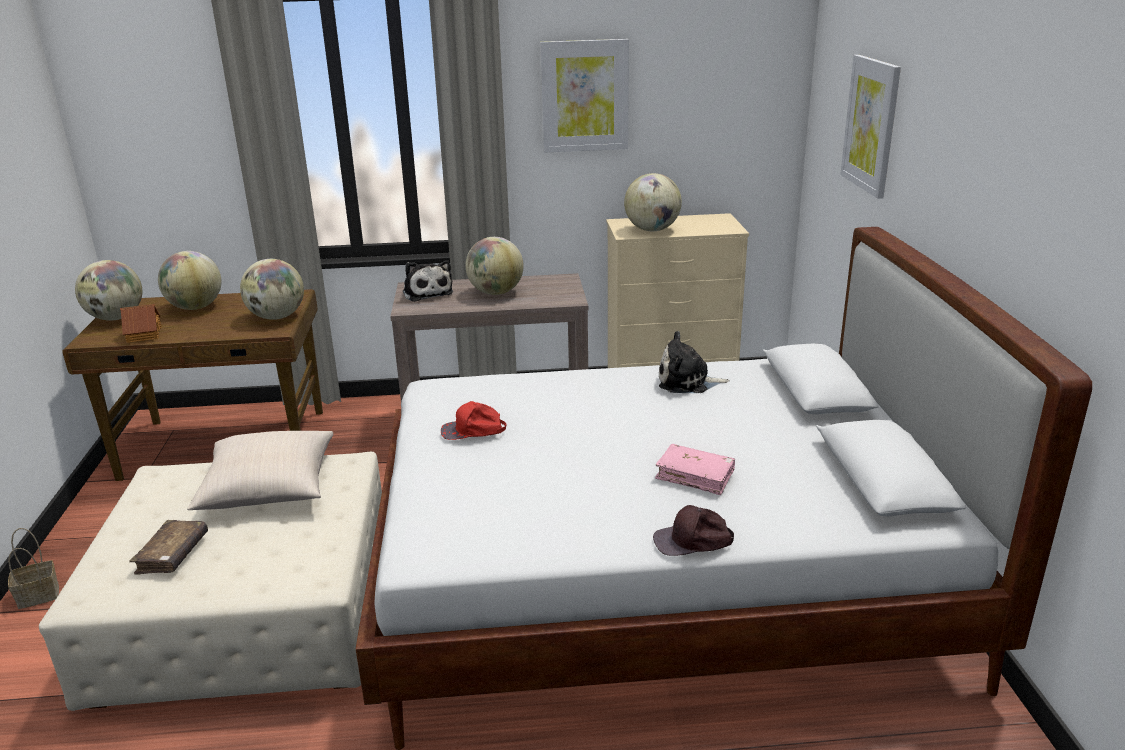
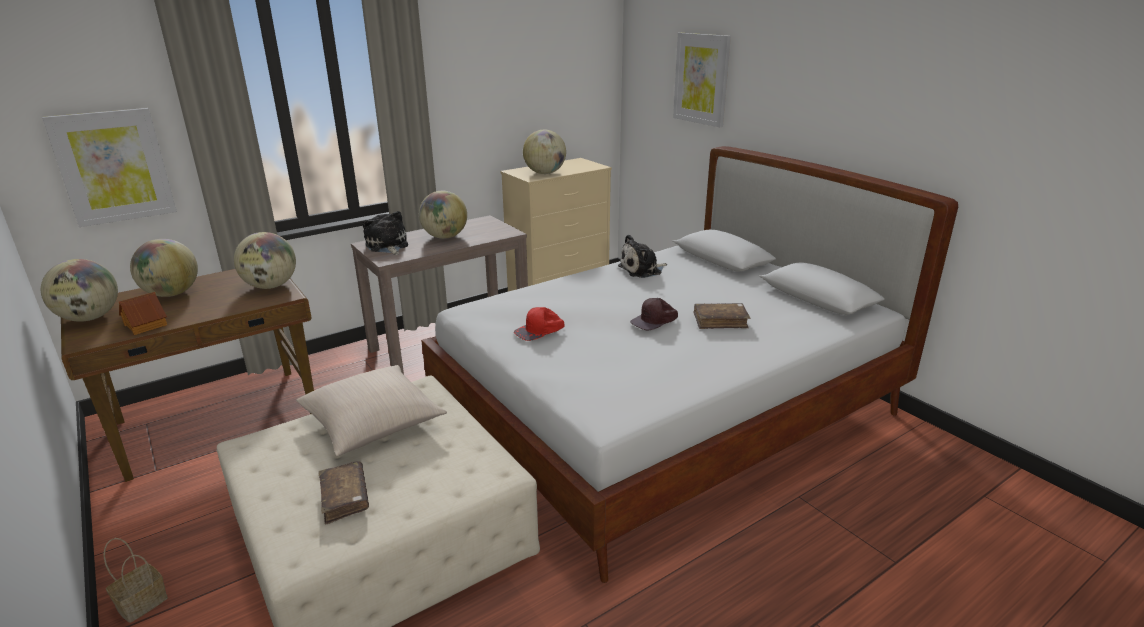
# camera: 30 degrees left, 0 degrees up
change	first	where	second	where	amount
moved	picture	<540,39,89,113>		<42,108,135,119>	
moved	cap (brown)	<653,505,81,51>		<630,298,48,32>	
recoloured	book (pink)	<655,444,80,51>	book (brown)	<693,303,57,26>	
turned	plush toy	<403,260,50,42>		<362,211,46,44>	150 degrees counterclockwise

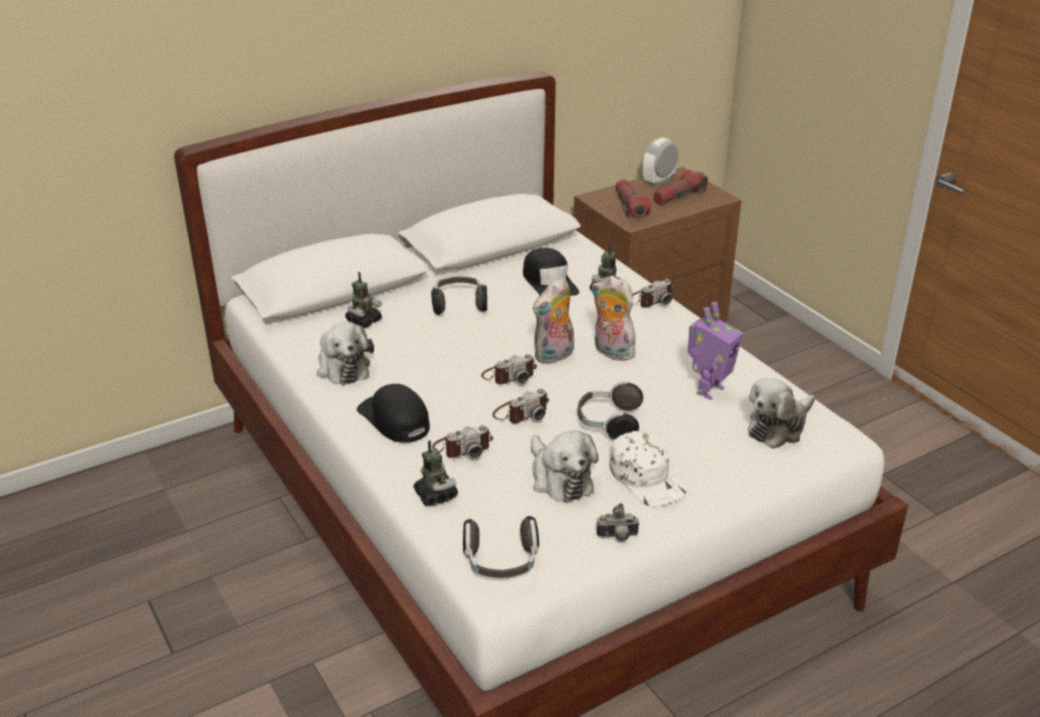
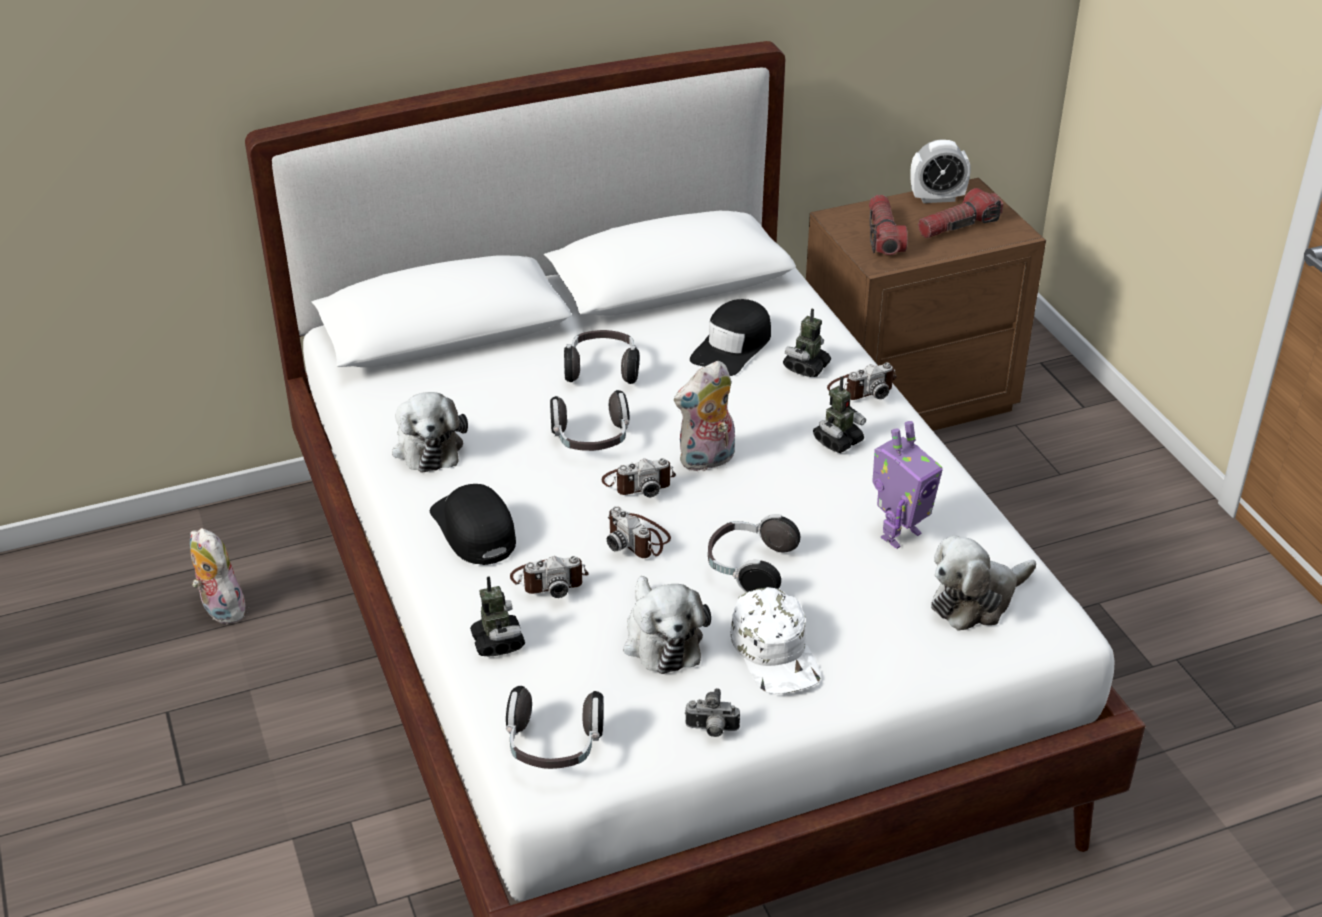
# camera: 10 degrees right, 5 degrees up
change	first	where	second	where	amount
added			headphones	<550,390,80,61>	
moved	toy robot	<345,272,37,56>		<813,376,53,77>	
moved	plush toy	<591,276,44,85>		<190,528,58,96>	
turned	photo camera	<492,388,57,35>		<607,506,64,52>	75 degrees clockwise
turned	cap (black)	<523,248,56,48>		<690,299,81,77>	45 degrees clockwise
turned	alarm clock	<643,138,35,48>		<911,140,60,63>	150 degrees counterclockwise

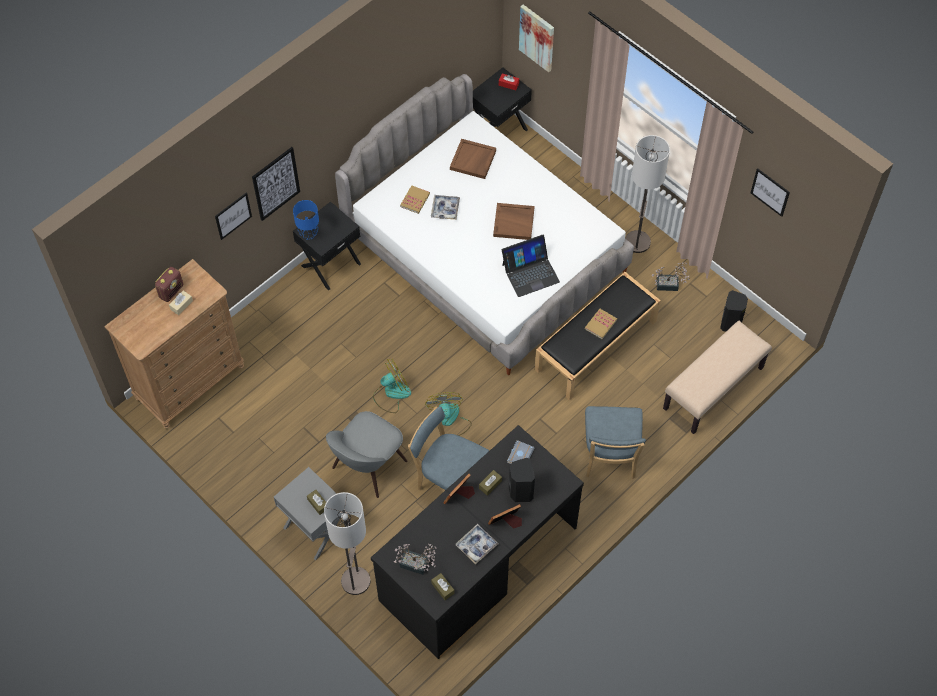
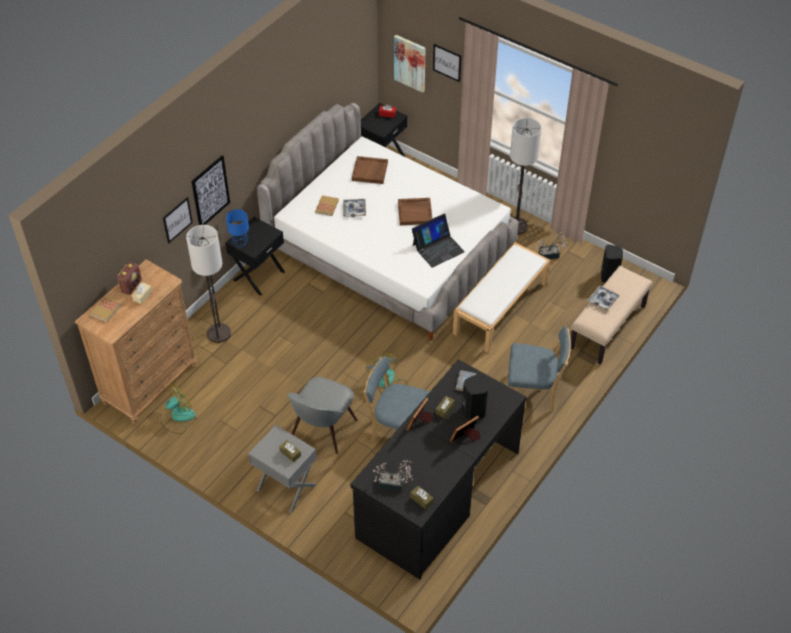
# camera: 10 degrees left, 10 degrees down
change	first	where	second	where	amount
moved	floor lamp	<324,492,46,103>		<186,225,45,118>	
moved	fan	<373,359,38,54>		<161,383,35,51>	
moved	tray	<456,524,42,40>		<588,285,32,26>	
moved	book	<585,309,32,30>		<90,295,32,27>	
moved	picture	<751,168,39,49>		<433,44,29,38>	
recoloured	bench (black)	<535,272,126,128>	bench (white)	<453,243,97,110>	
turned	chair (blue)	<585,406,61,73>		<508,326,63,86>	75 degrees counterclockwise

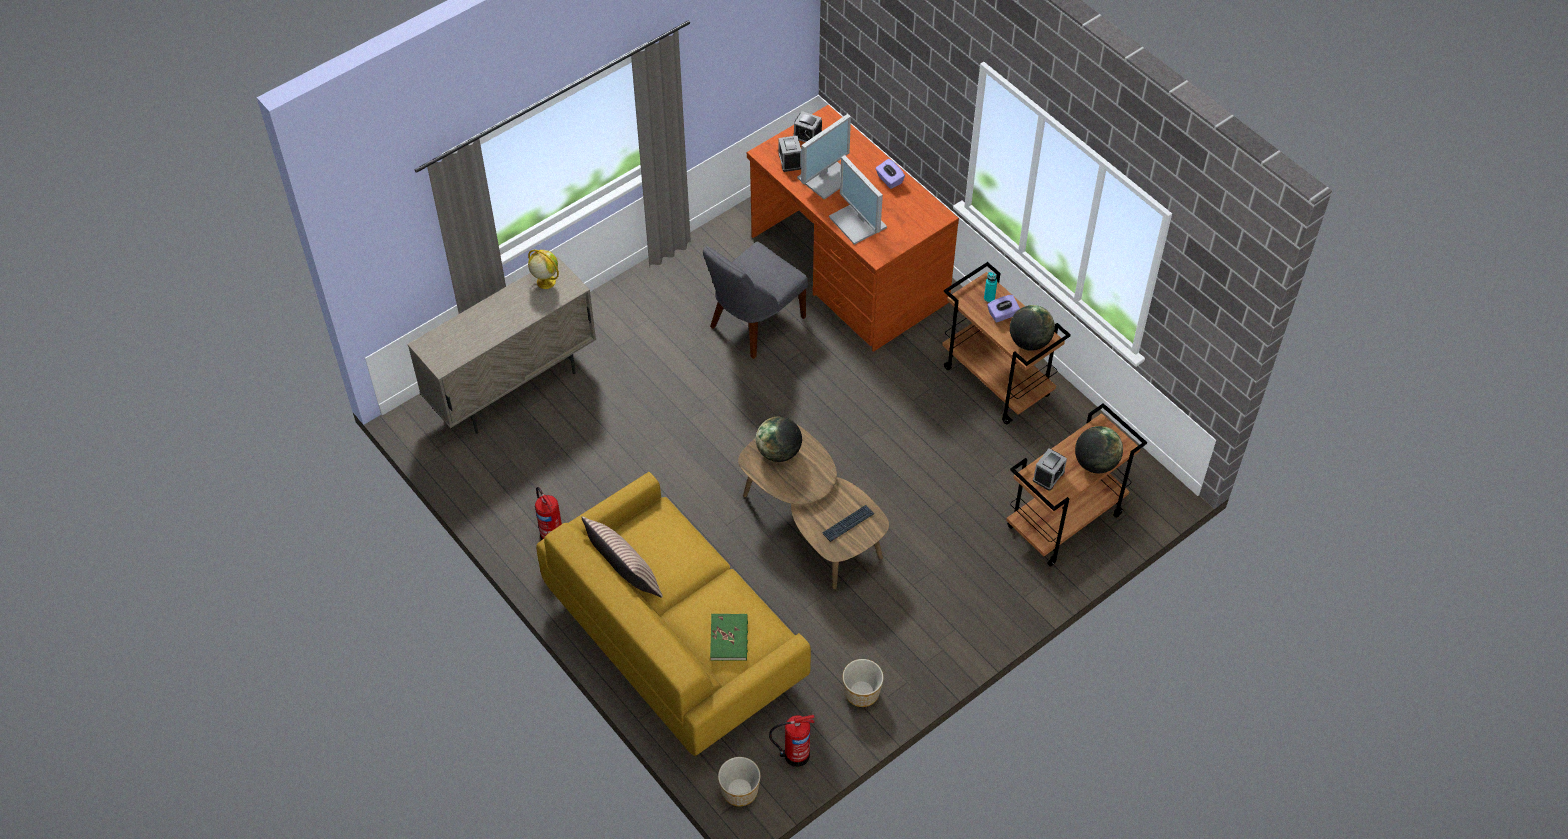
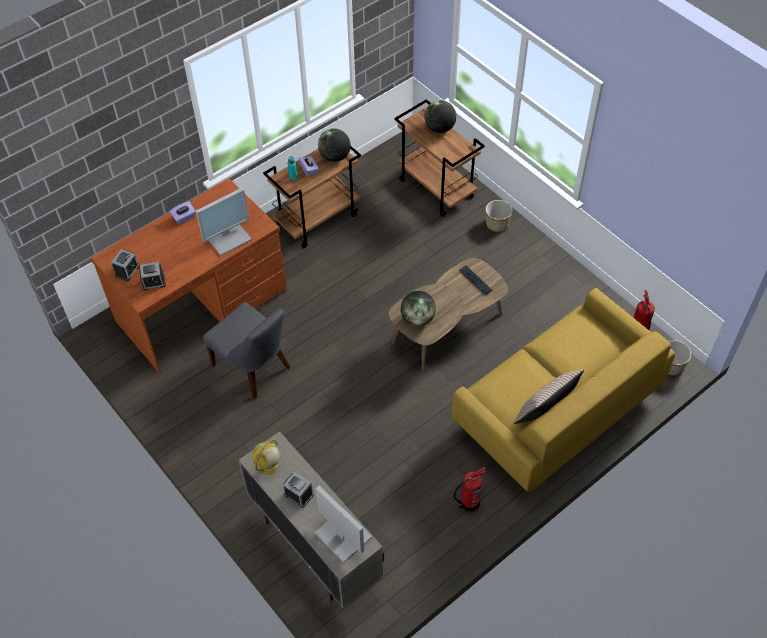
# camera: 90 degrees left, 0 degrees up
change	first	where	second	where	amount
removed	book (green)	<710,614,38,47>			
moved	monitor	<797,114,54,86>		<315,486,57,77>	
moved	planter	<843,659,40,48>		<486,200,26,32>	
moved	alarm clock	<1033,449,34,42>		<283,472,31,35>	

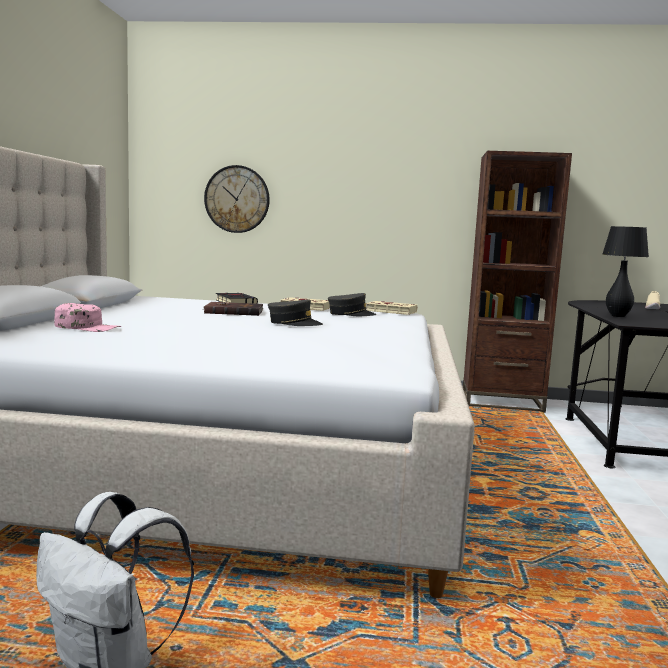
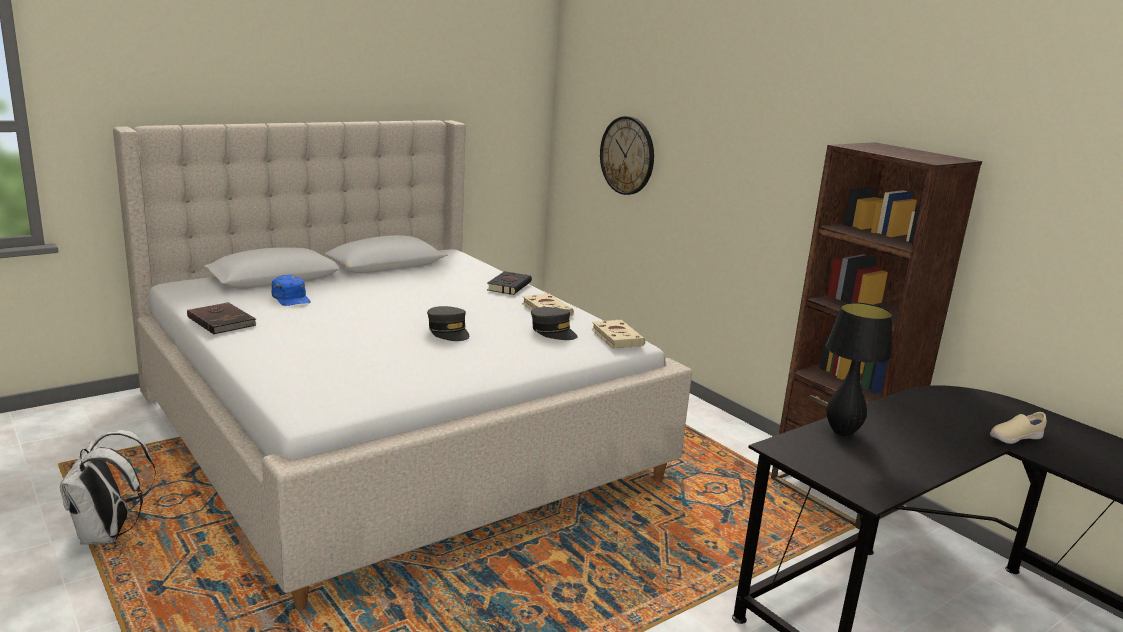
# camera: 45 degrees right, 10 degrees up
change	first	where	second	where	amount
moved	book (brown)	<203,302,61,14>		<187,302,70,32>	
recoloured	cap (pink)	<54,303,67,29>	cap (blue)	<272,275,39,31>	

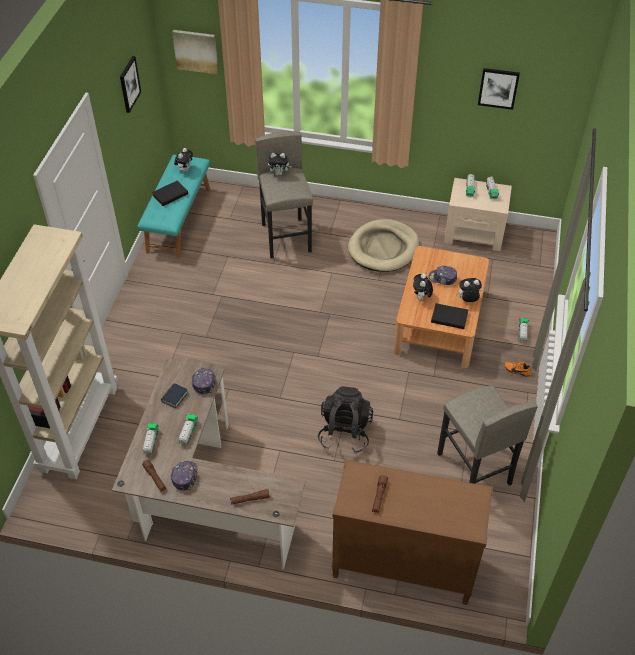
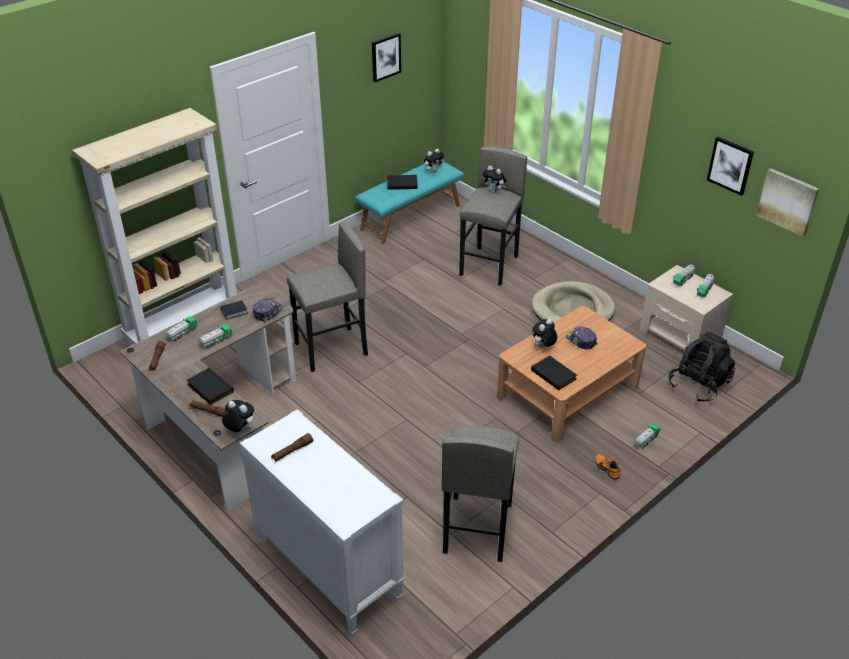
# camera: 35 degrees right, 10 degrees down
change	first	where	second	where	amount
removed	cap	<171,461,27,30>			
added			book (black)	<187,368,47,37>	
added			stool (grey)	<287,222,81,150>	
moved	picture	<172,30,46,44>		<756,168,63,69>	
moved	backpack (black)	<318,386,55,68>		<669,331,66,71>	
moved	plush toy	<456,278,26,24>		<222,400,32,32>	
recoloured	dresser (brown)	<332,459,161,146>	dresser (white)	<240,409,165,227>	

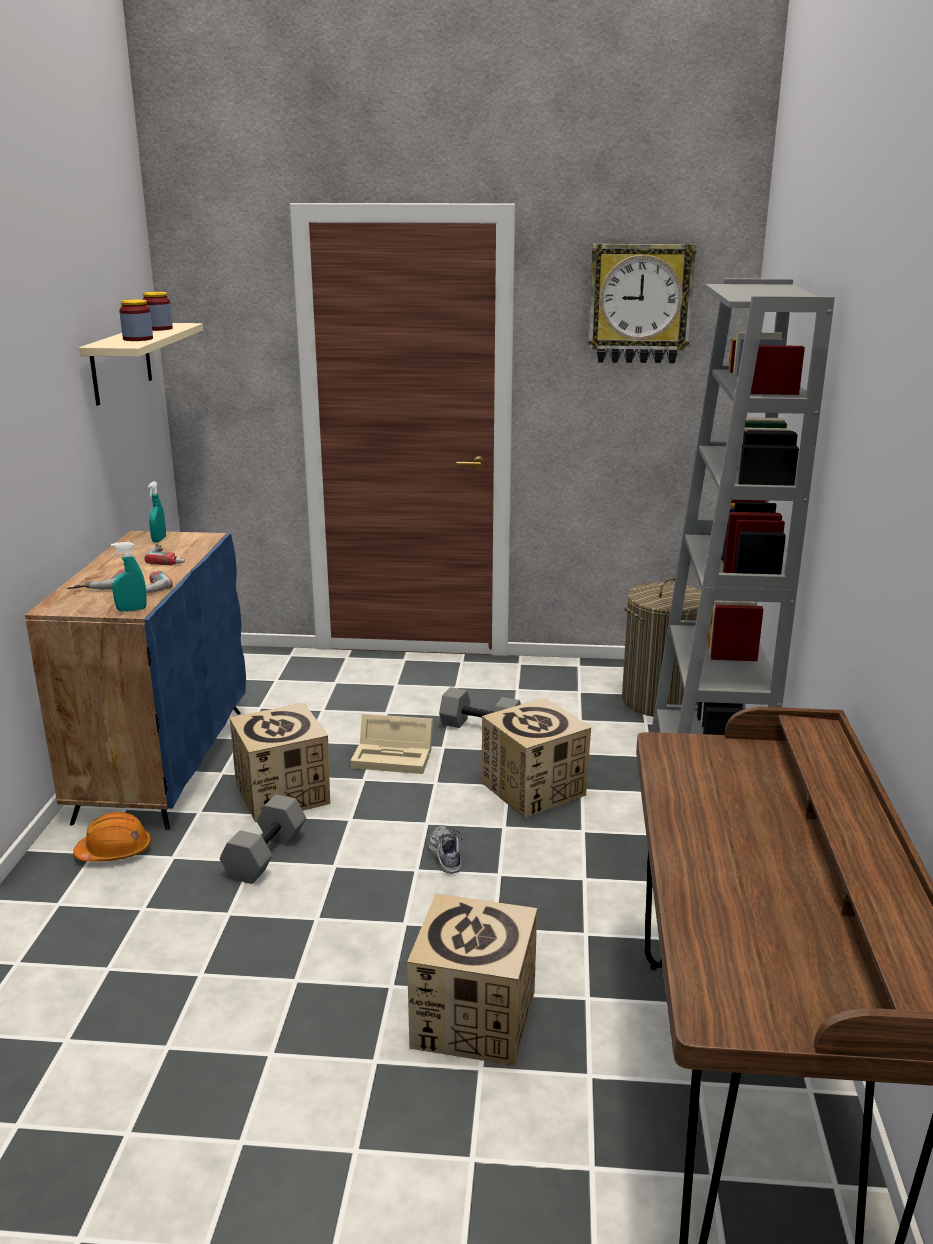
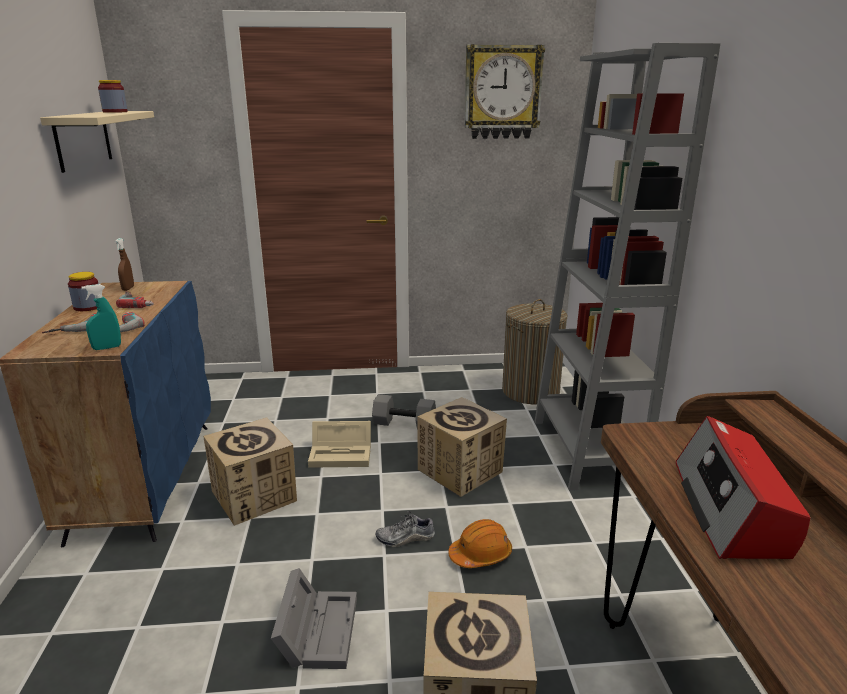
# camera: 10 degrees left, 0 degrees up
change	first	where	second	where	amount
removed	dumbbell (grey)	<220,794,86,90>			
added			storage box (grey)	<271,568,86,101>	
added			radio	<676,416,134,143>	
moved	hard hat (orange)	<73,812,78,50>		<448,519,64,49>	
moved	jar	<119,299,34,42>		<68,272,31,39>	
recoloured	spray bottle (turquoise)	<148,481,18,62>	spray bottle (brown)	<115,238,19,53>	
turned	shoe	<428,826,36,48>		<376,511,59,37>	75 degrees counterclockwise

